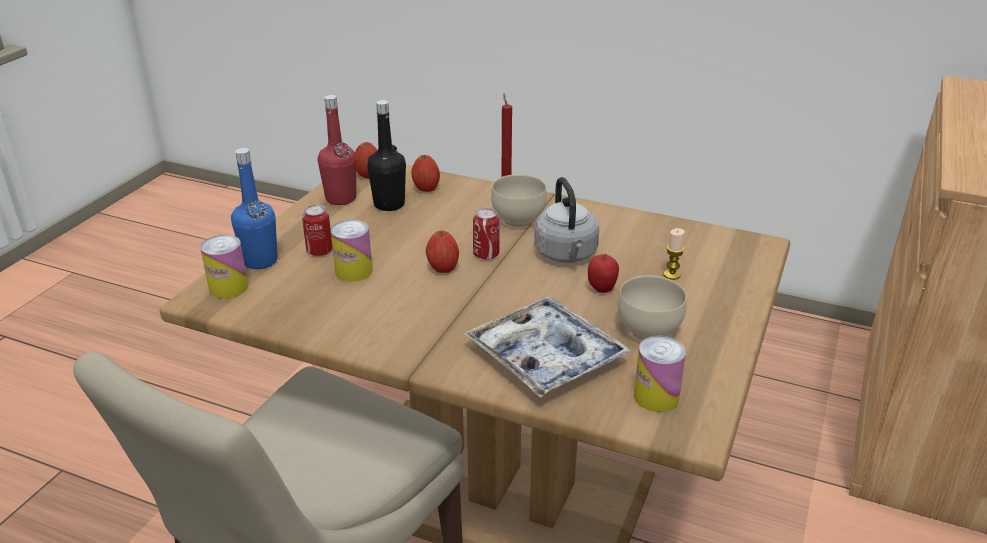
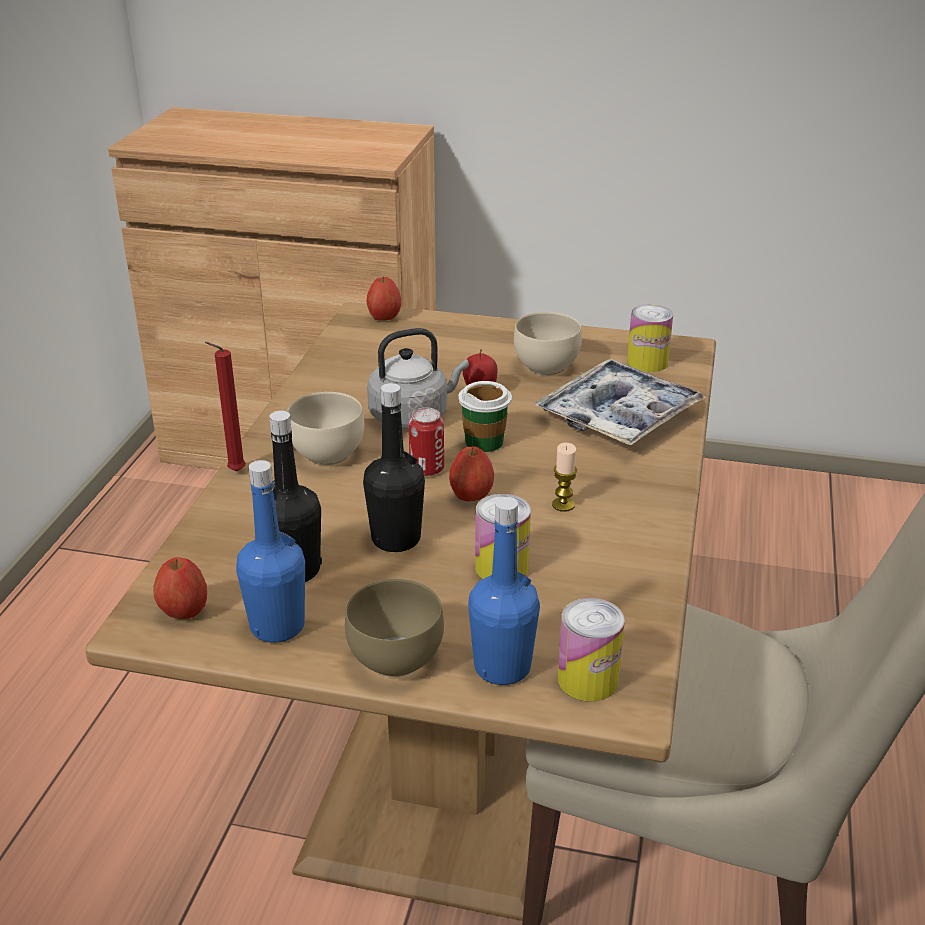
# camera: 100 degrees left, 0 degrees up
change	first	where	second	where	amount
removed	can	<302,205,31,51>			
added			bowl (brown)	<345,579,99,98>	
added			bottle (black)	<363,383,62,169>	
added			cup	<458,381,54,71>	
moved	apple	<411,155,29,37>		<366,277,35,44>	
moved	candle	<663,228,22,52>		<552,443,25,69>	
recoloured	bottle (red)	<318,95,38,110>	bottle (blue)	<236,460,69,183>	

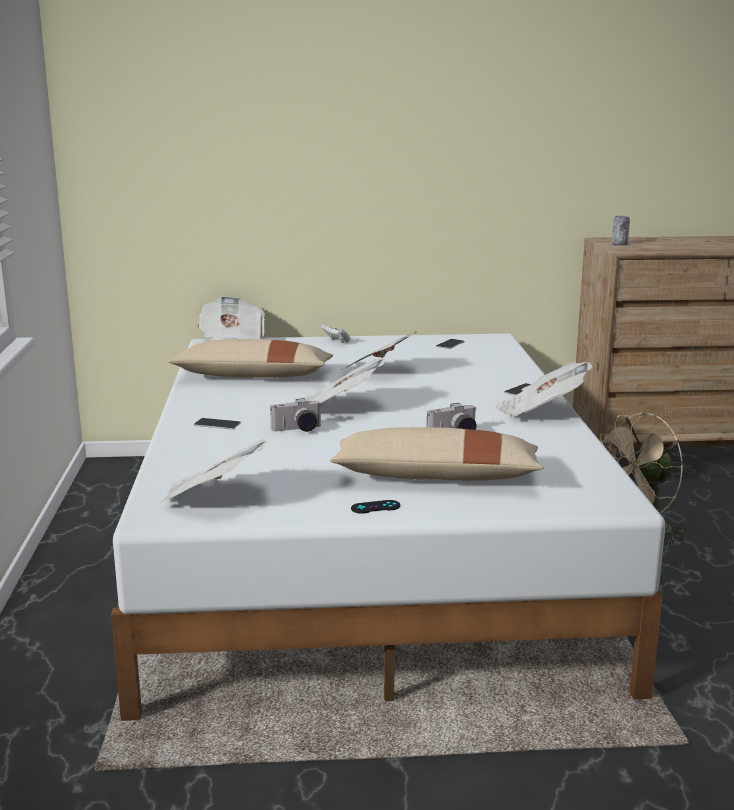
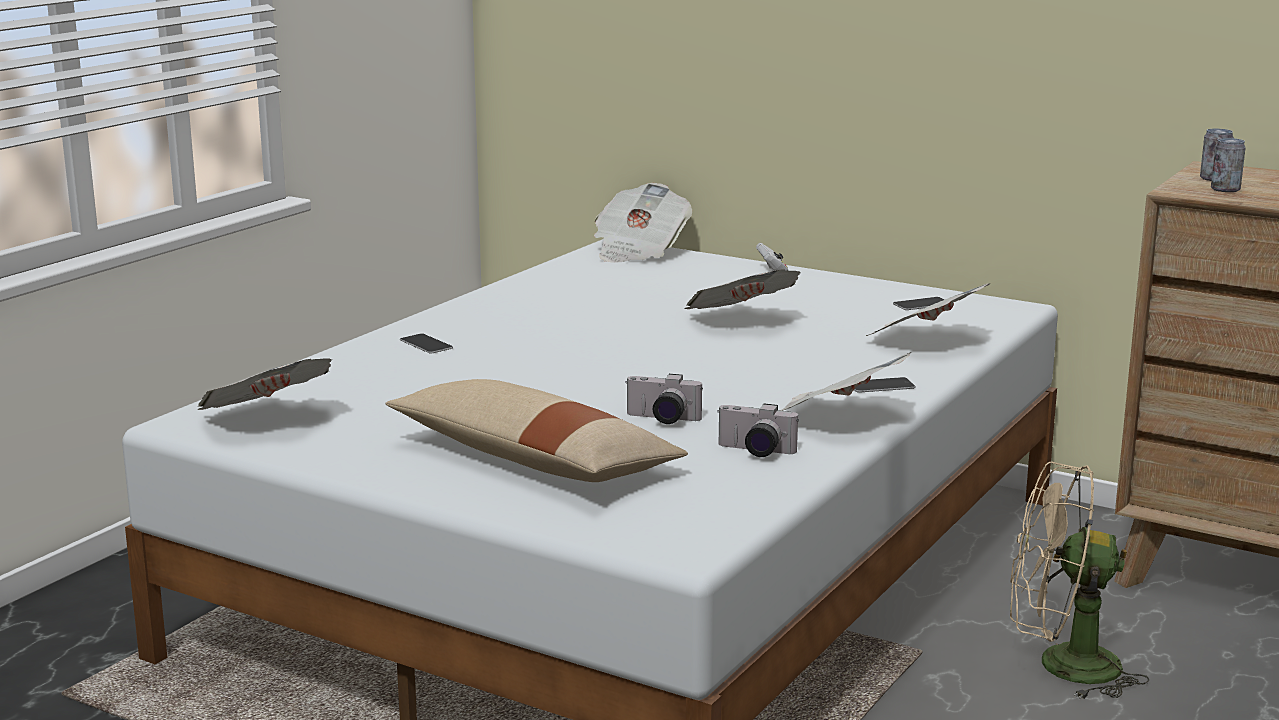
# camera: 35 degrees right, 0 degrees up
change	first	where	second	where	amount
removed	pillow (beige)	<168,339,165,39>			
removed	game controller (black)	<351,500,49,14>			
added			can	<1211,138,34,54>	
moved	photo camera	<270,398,51,34>		<717,403,82,54>	
moved	newspaper	<303,359,82,44>		<866,283,125,53>	

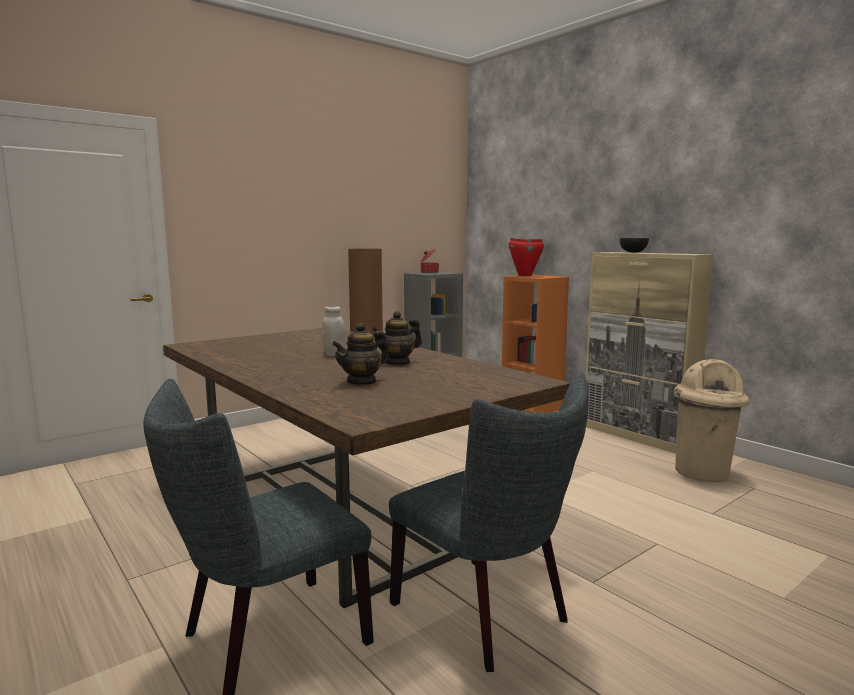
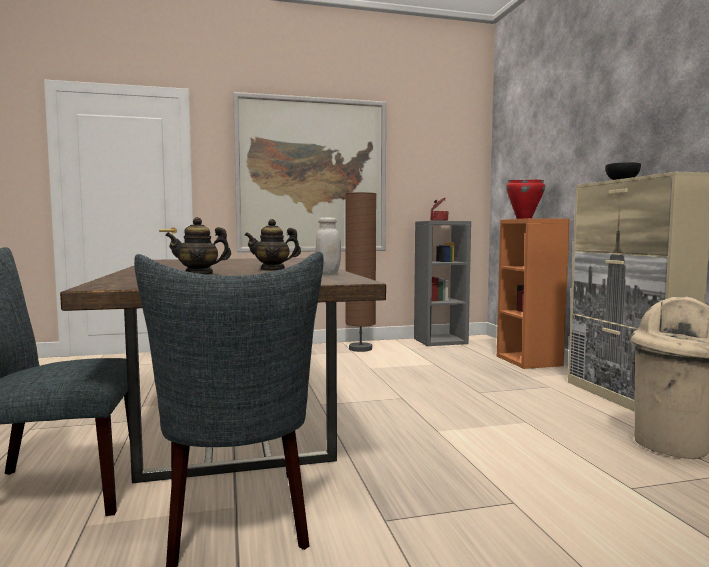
# camera: 25 degrees right, 5 degrees down
change	first	where	second	where	amount
added			picture	<233,92,153,160>	
moved	jar (white)	<322,306,23,50>		<315,217,26,58>	

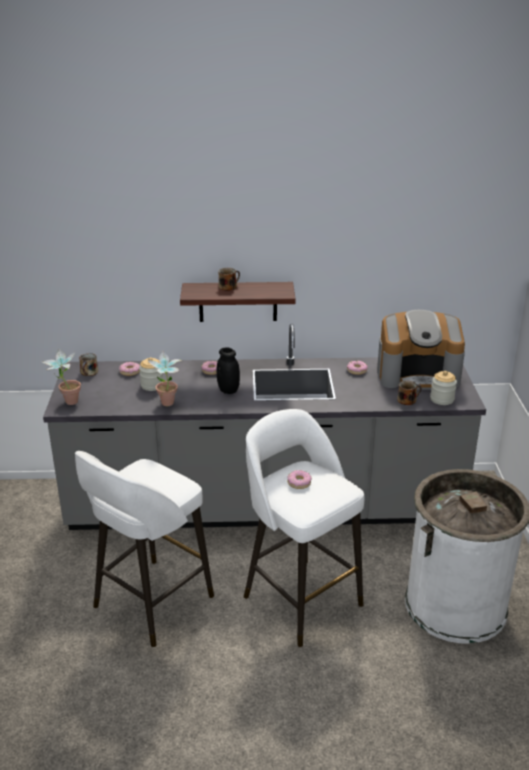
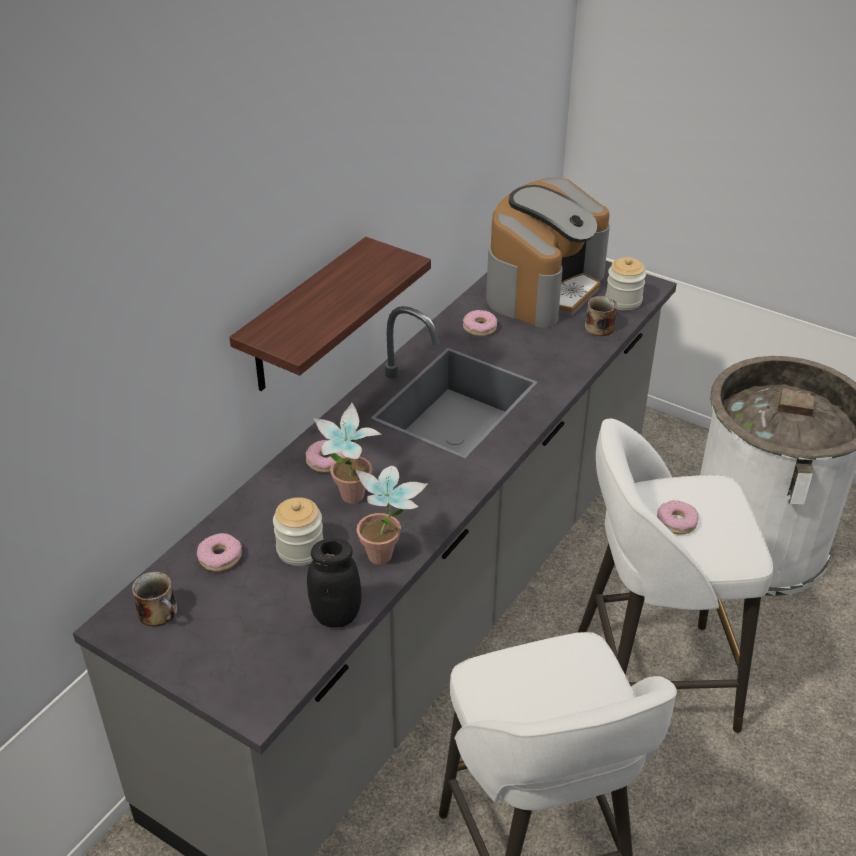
# camera: 55 degrees left, 10 degrees up
change	first	where	second	where	amount
removed	mug	<218,268,22,23>			
moved	potted plant	<42,349,39,56>		<313,403,69,101>	
moved	jar (black)	<217,347,23,47>		<307,539,55,89>	

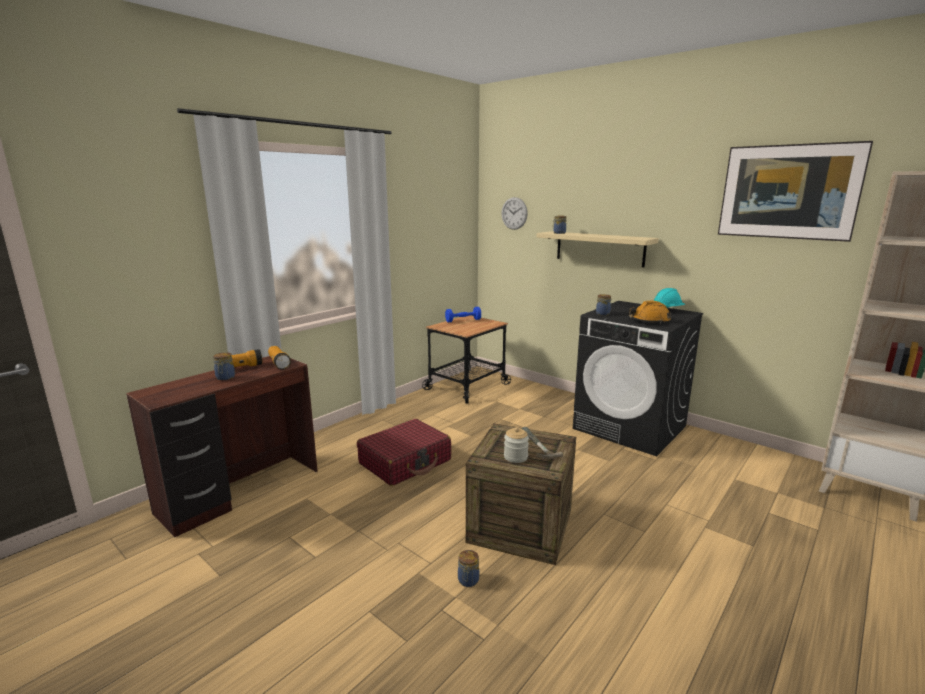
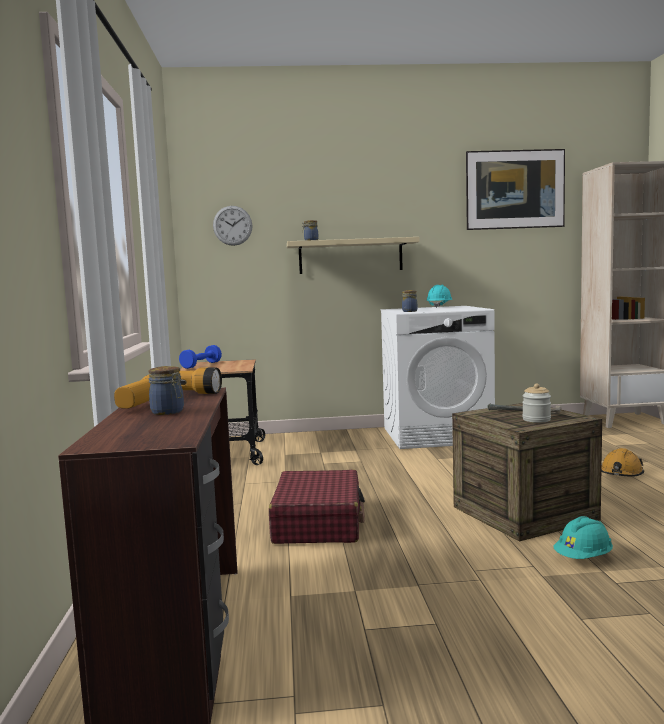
# camera: 45 degrees left, 10 degrees down
change	first	where	second	where	amount
moved	hard hat (orange)	<629,300,43,24>		<601,448,43,29>	
replaced	jar	<458,550,21,37>	hard hat (turquoise)	<553,516,60,43>	
recoloured	washing machine (black)	<573,301,130,155>	washing machine (white)	<381,306,114,143>	

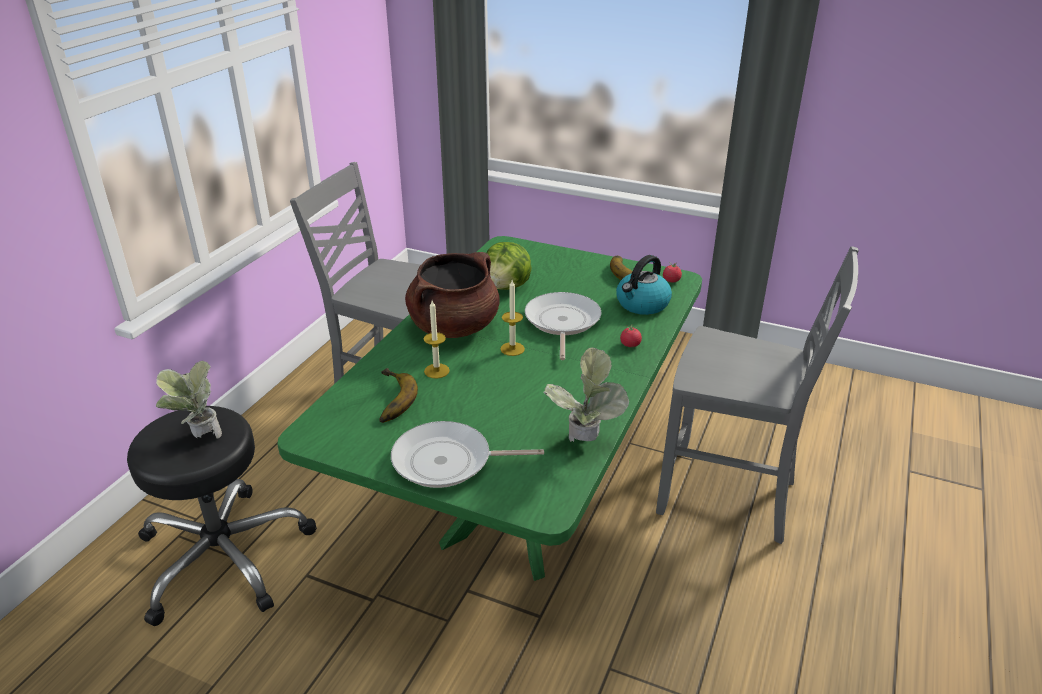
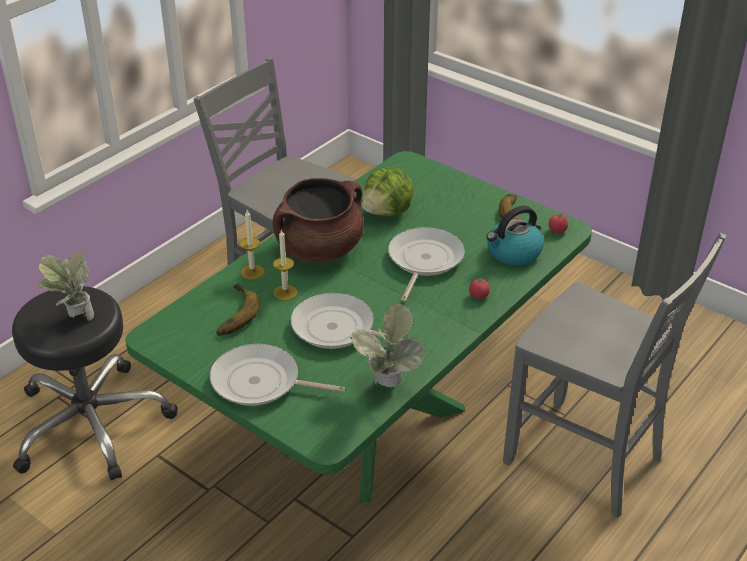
# camera: 15 degrees right, 5 degrees up
change	first	where	second	where	amount
added			frying pan	<291,293,112,56>	
moved	candle	<500,280,25,76>		<240,210,24,69>	

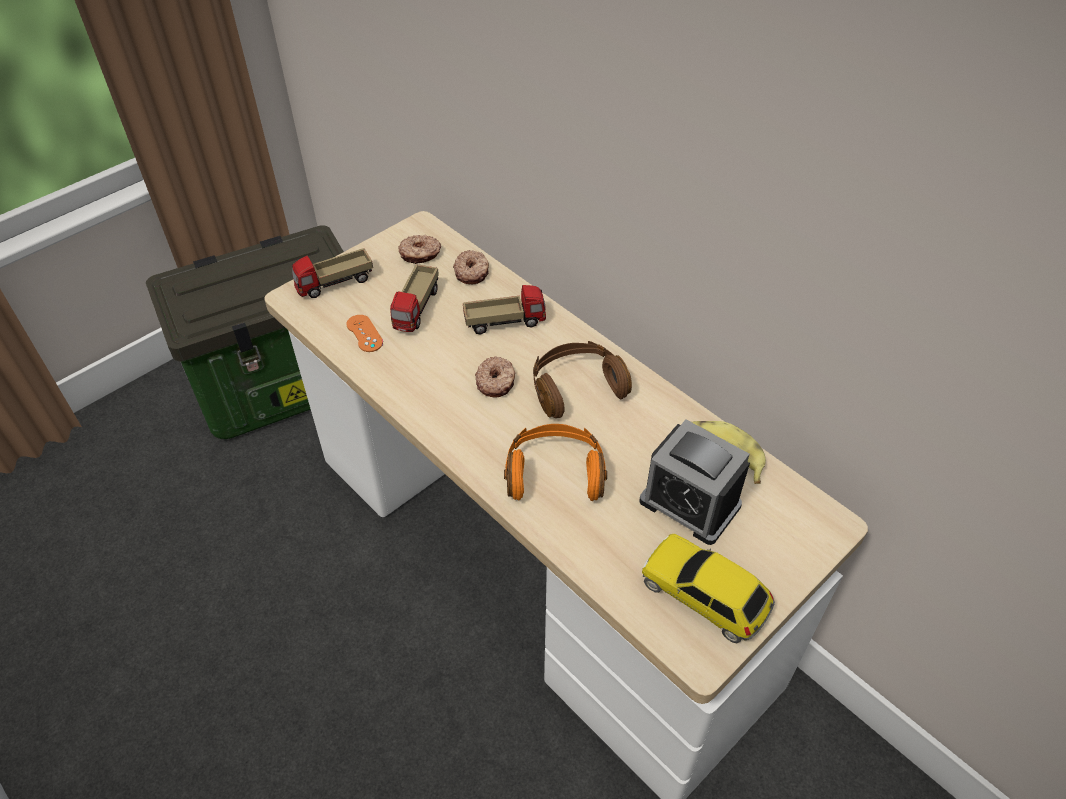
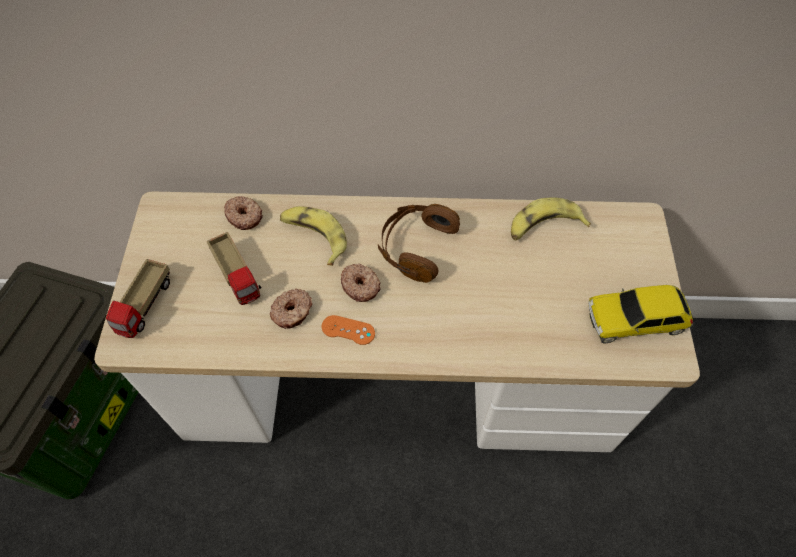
# camera: 45 degrees left, 10 degrees up
change	first	where	second	where	amount
removed	headphones (orange)	<504,424,103,77>			
removed	alarm clock	<640,419,110,126>			
moved	game controller (orange)	<346,315,37,37>		<322,315,53,30>	
moved	donut	<398,235,43,29>		<270,289,42,40>	
replaced	toy truck	<463,285,83,50>	banana	<280,206,67,60>	

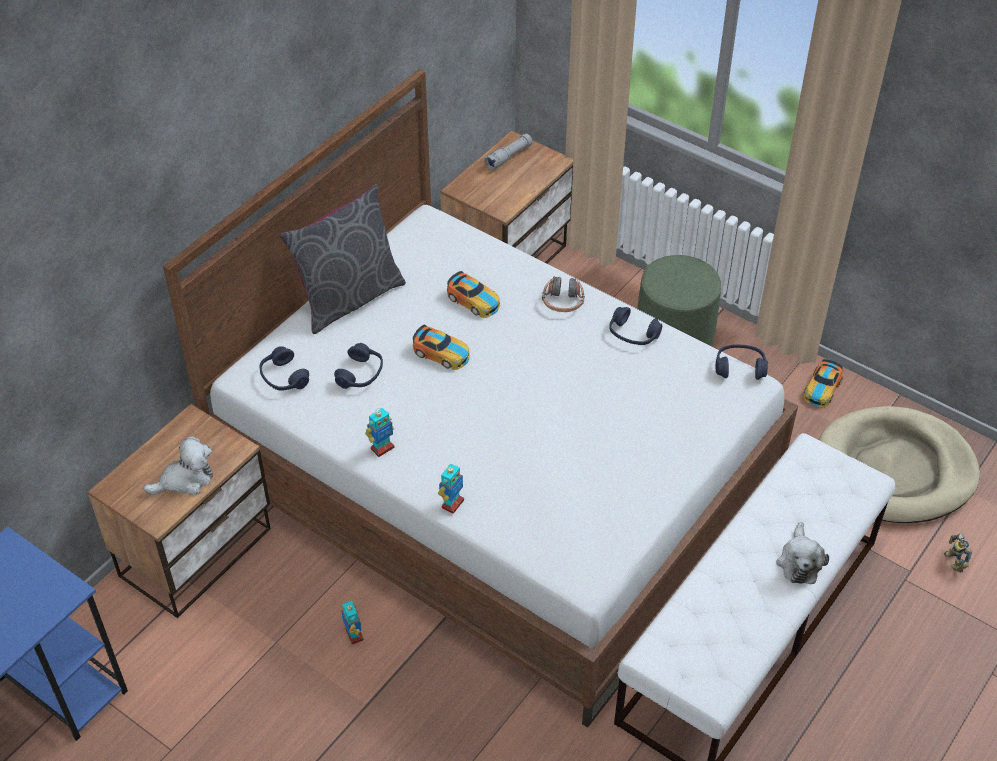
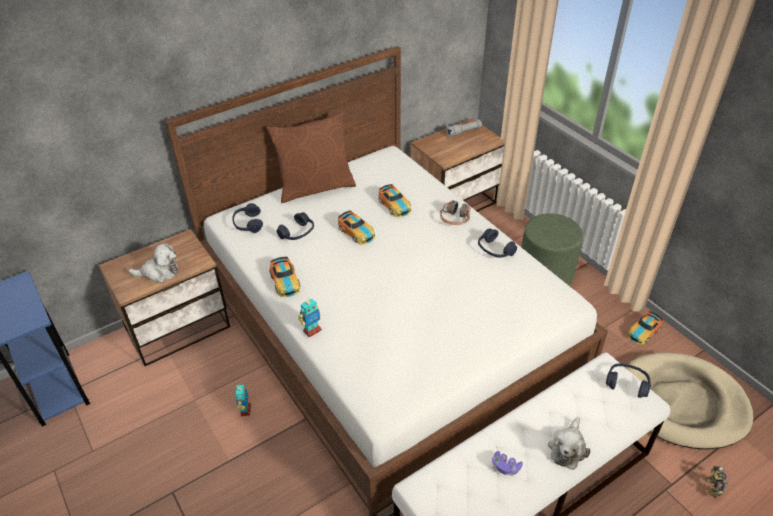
# camera: 20 degrees right, 5 degrees down
change	first	where	second	where	amount
added			game controller (purple)	<492,451,31,25>	
moved	headphones (blue)	<716,345,52,35>		<606,363,45,35>	
replaced	toy robot	<365,408,30,49>	toy car	<269,257,31,40>	
recoloured	pillow (grey)	<280,184,126,150>	pillow (brown)	<266,111,90,92>	

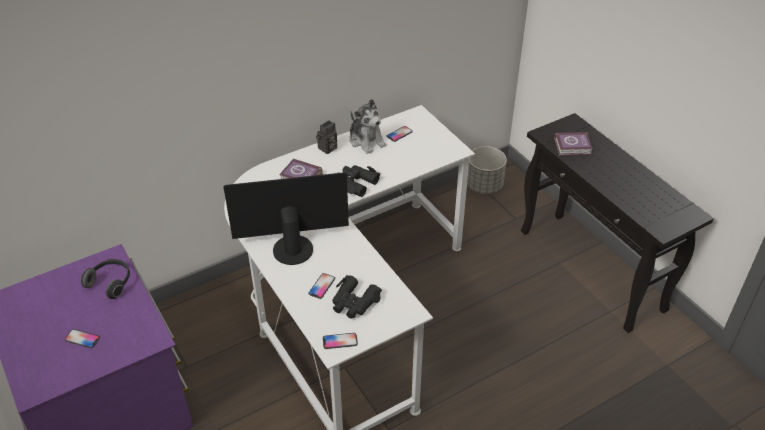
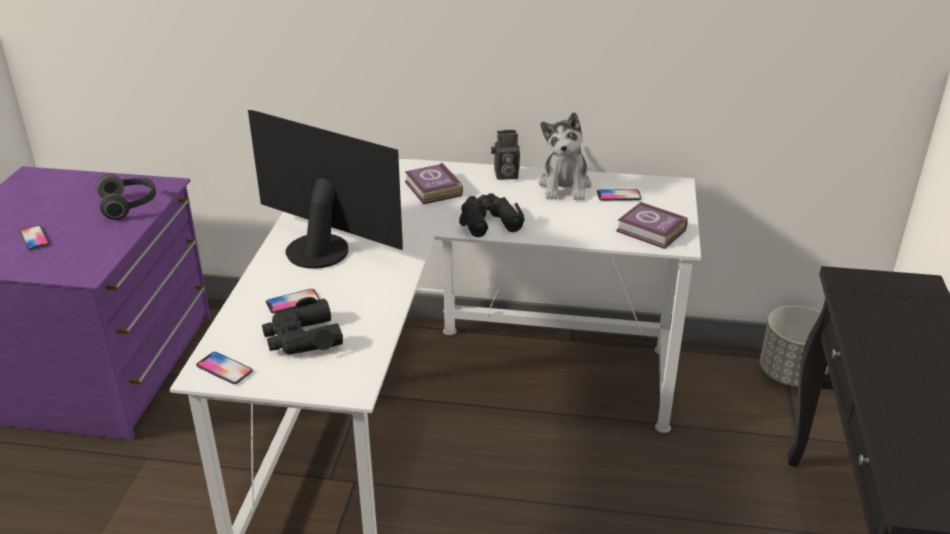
# camera: 40 degrees right, 10 degrees down
change	first	where	second	where	amount
moved	book	<554,132,39,24>		<616,202,72,47>	

